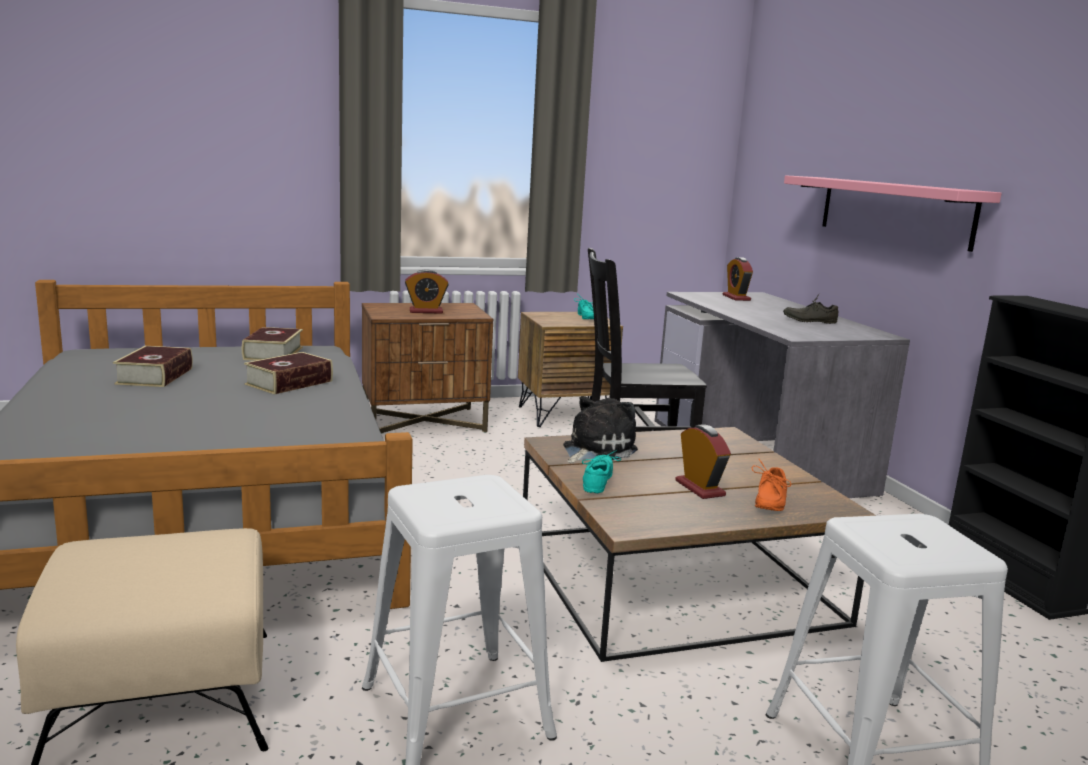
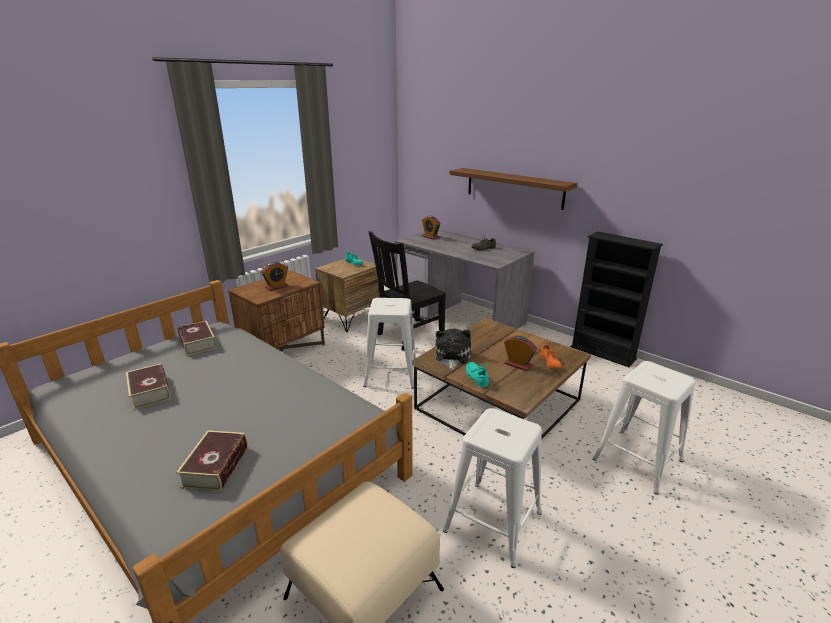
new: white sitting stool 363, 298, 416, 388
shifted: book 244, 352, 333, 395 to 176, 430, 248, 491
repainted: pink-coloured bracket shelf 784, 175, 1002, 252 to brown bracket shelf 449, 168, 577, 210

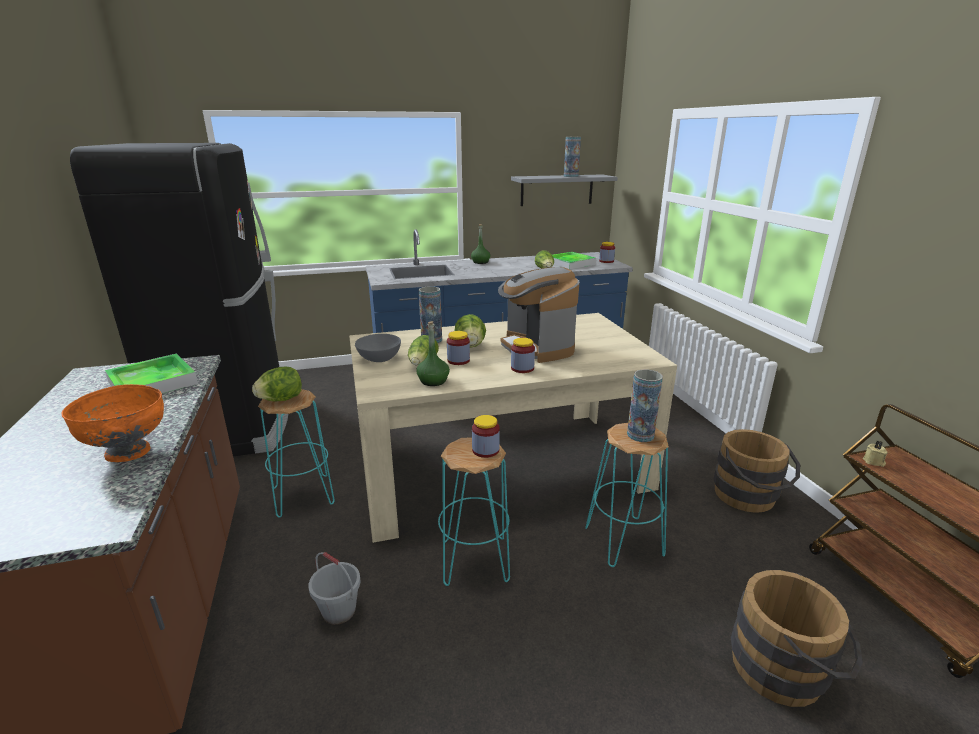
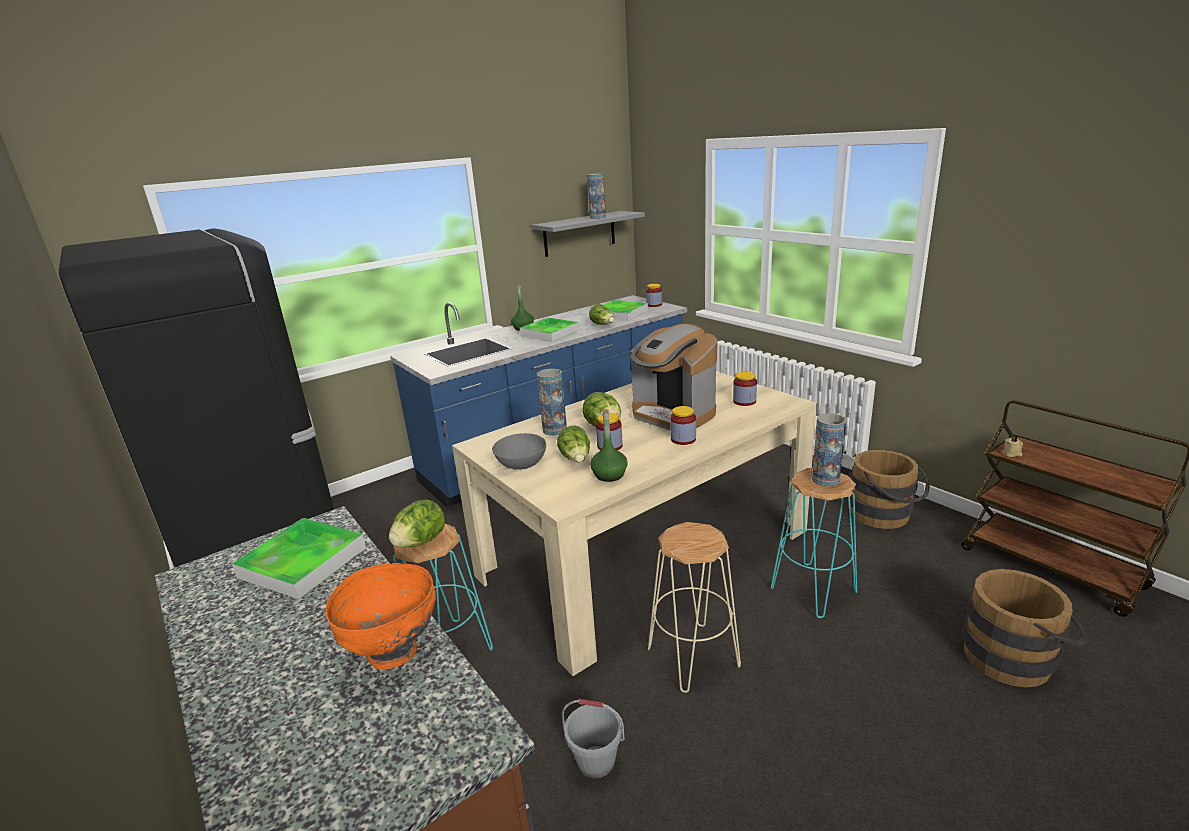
new: carrying tray 520, 317, 580, 342
shifted: preserve jar 472, 415, 500, 458 to 733, 372, 757, 406
repainted: blue-green sitting stool 438, 437, 510, 586 to beige-coloured sitting stool 648, 522, 741, 693

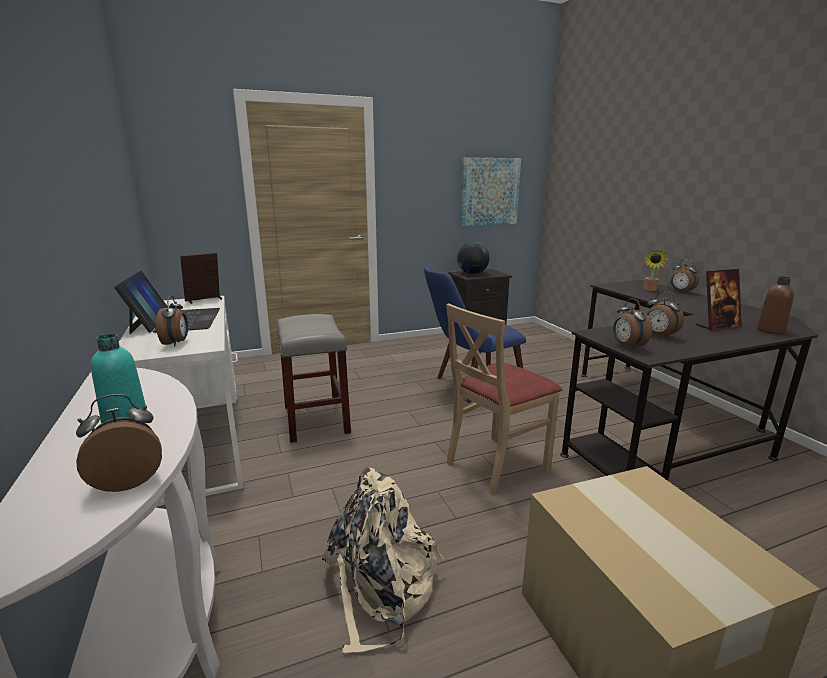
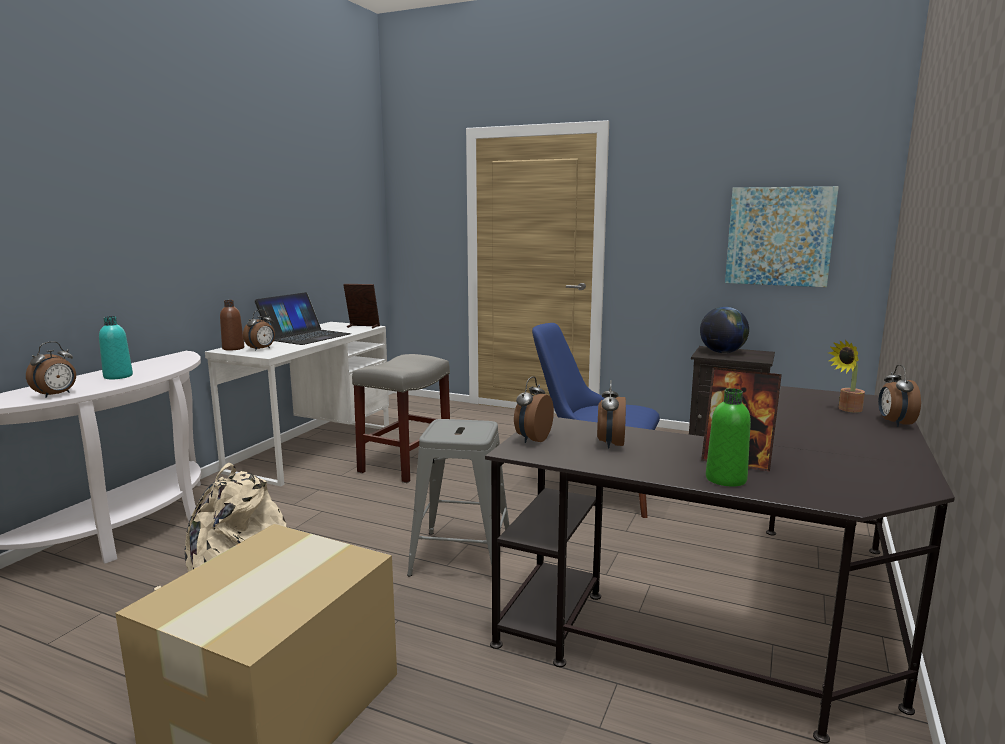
new: green-coloured beverage bottle 706, 388, 751, 487
shifted: brown beverage bottle 757, 276, 794, 334 to 220, 300, 244, 351
swapped: beige-coloured chair 446, 303, 563, 496 to gray sitting stool 407, 419, 509, 577
rotated: table clock 76, 394, 162, 492 = 26, 341, 76, 398 105 degrees clockwise

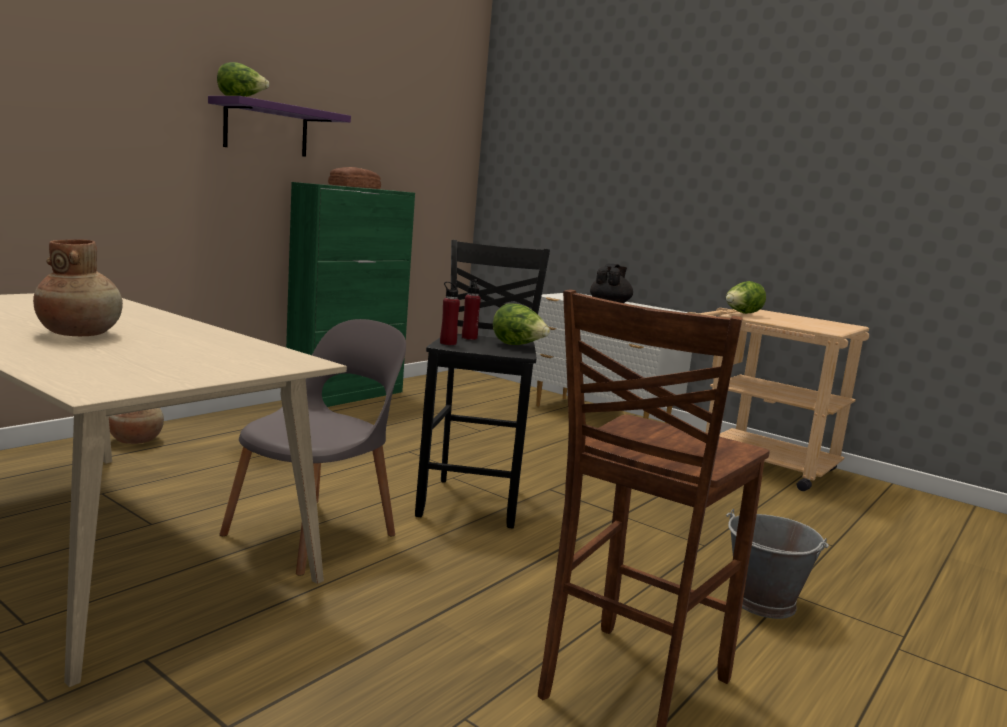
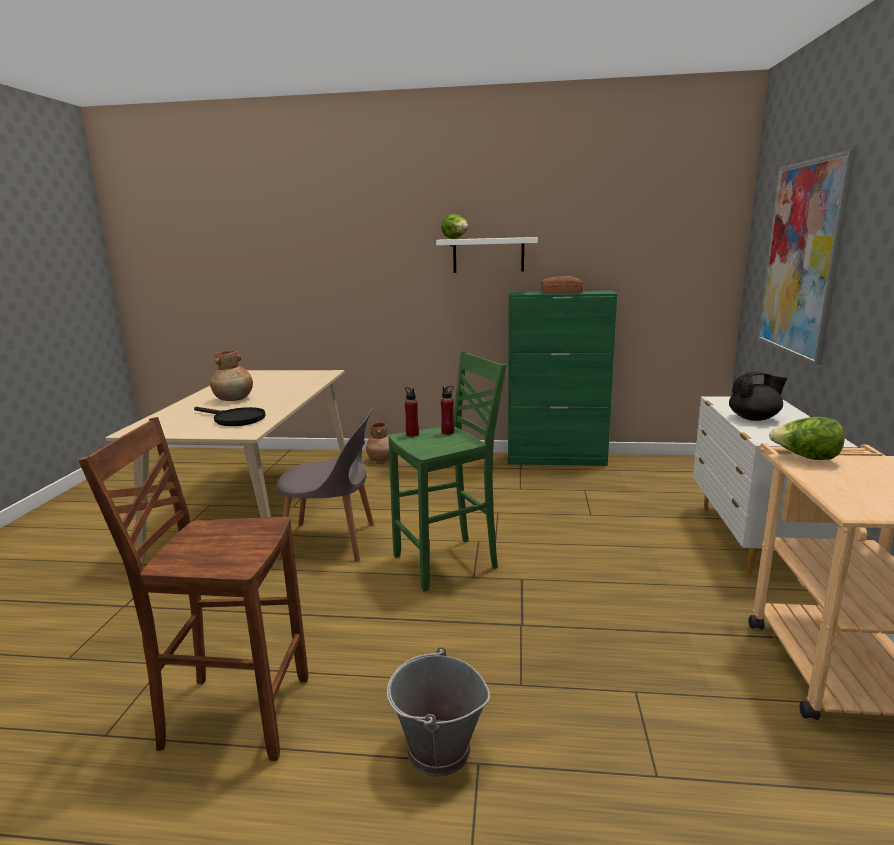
gone: head of lettuce 493, 303, 550, 345
new: blackish frying pan 194, 407, 265, 426; wall picture 758, 150, 855, 366
repainted: purple bracket shelf 208, 96, 351, 157 to white bracket shelf 436, 237, 538, 273; blackish sitting stool 415, 240, 550, 529 to green-coloured sitting stool 388, 351, 507, 591

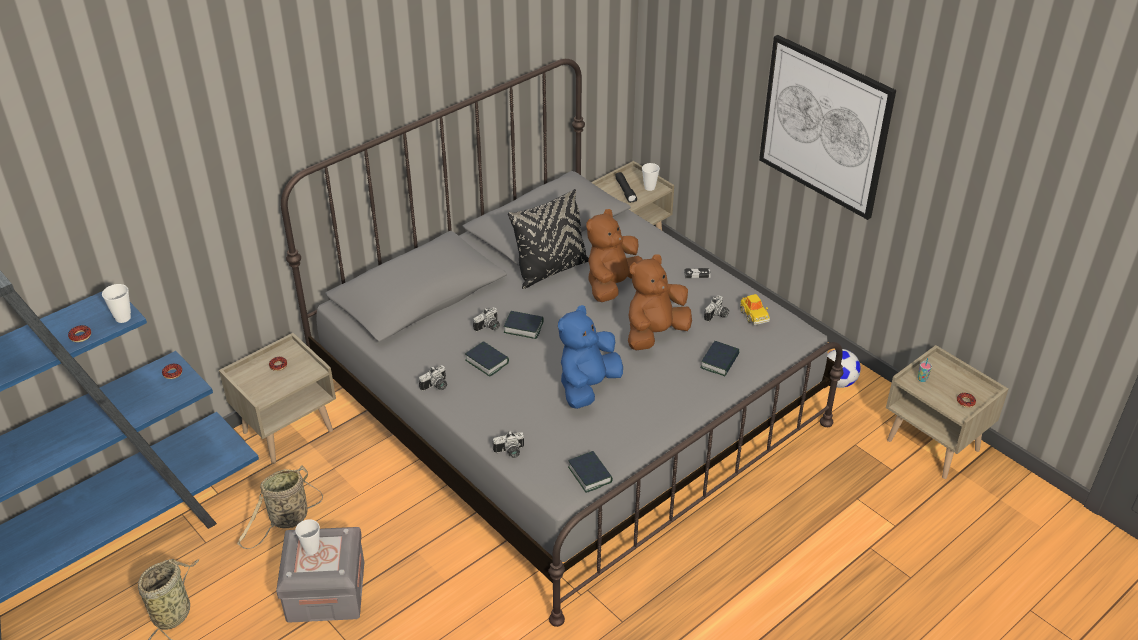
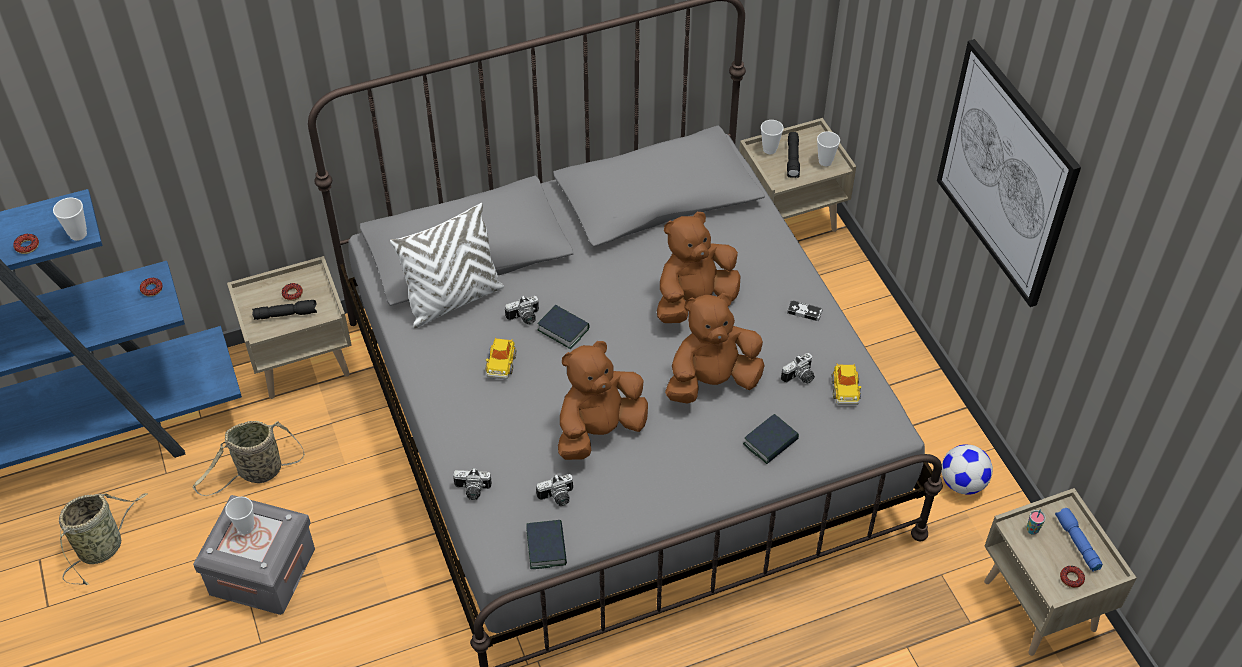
gone: blackish pillow 508, 189, 589, 289
new: blackish torch 252, 300, 317, 320; white pillow 390, 203, 504, 328; cup 761, 120, 784, 154; bluish torch 1055, 508, 1103, 572
shifted: still camera 419, 365, 447, 391 to 536, 474, 573, 506
swapped: book 465, 341, 509, 377 to toy car 486, 337, 517, 379
repainted: bluish soft toy 558, 305, 623, 409 to brown soft toy 558, 341, 648, 460

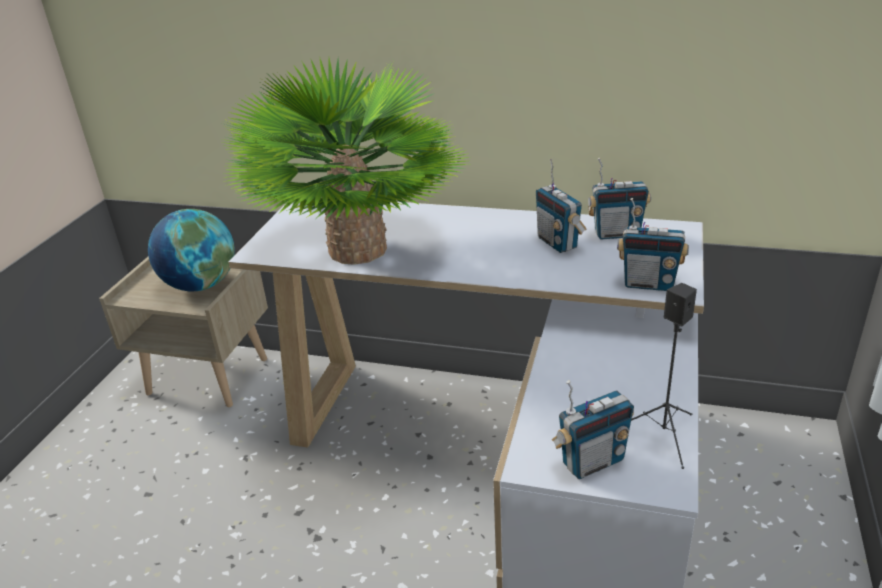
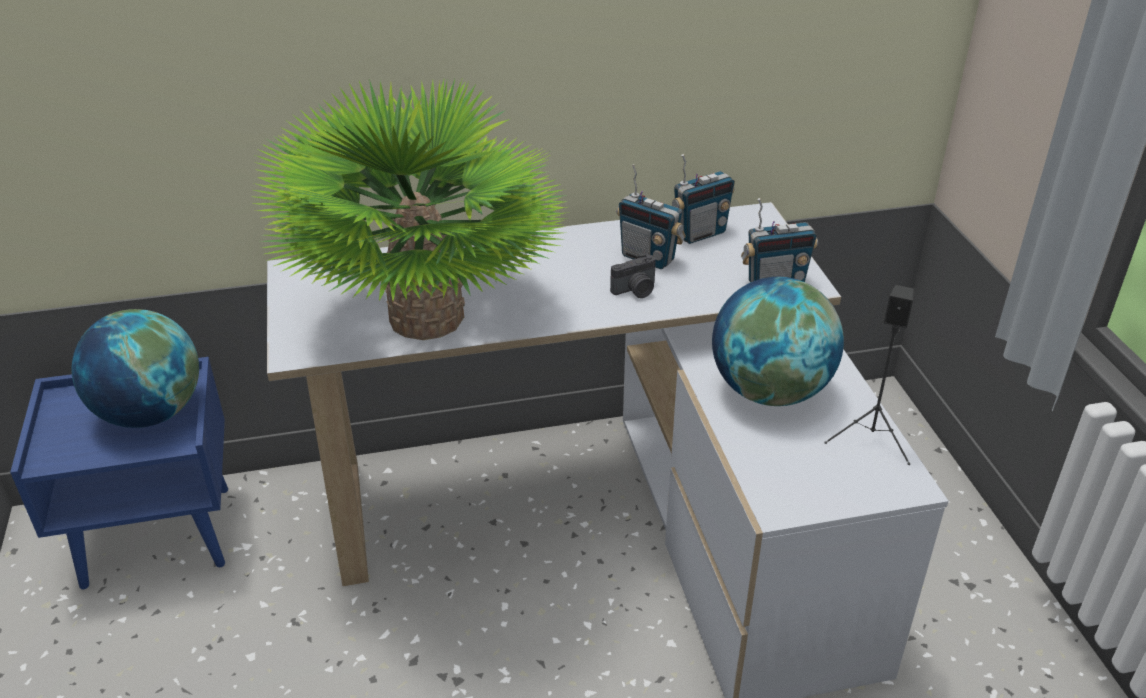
gone: radio receiver 552, 380, 634, 479
new: still camera 610, 254, 656, 298; desk globe 712, 277, 844, 406
repainted: beige-coloured night table 99, 257, 268, 407 to bluish night table 10, 357, 228, 589

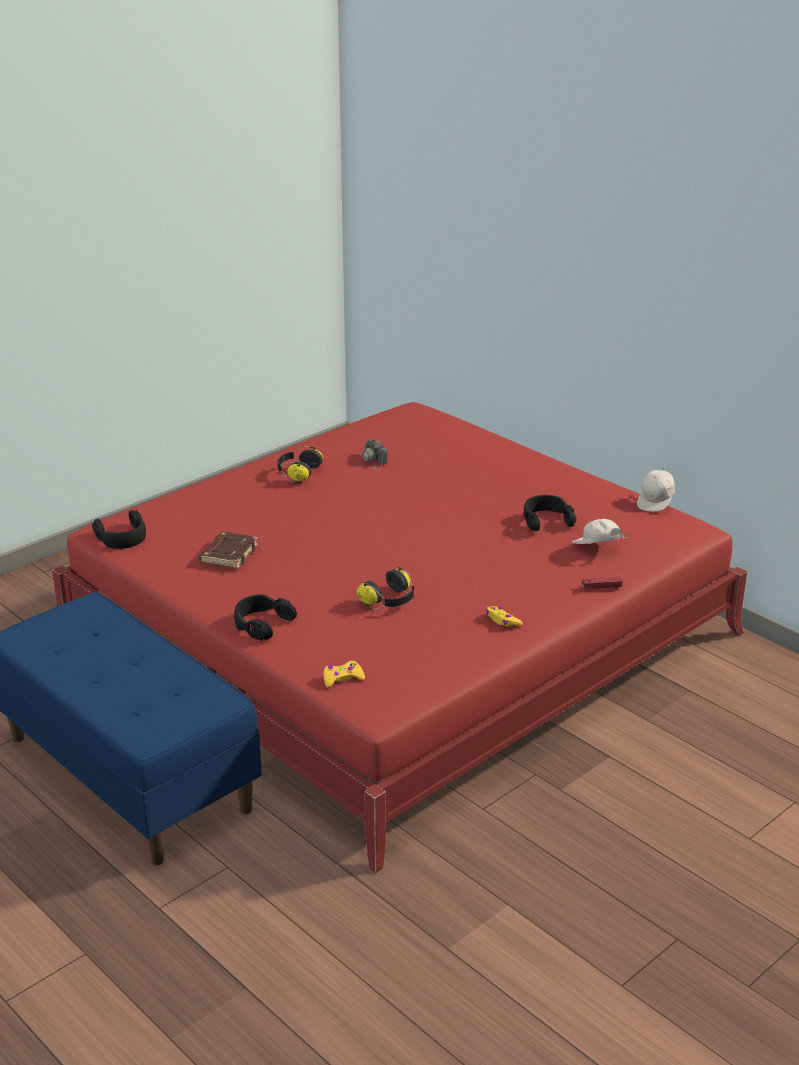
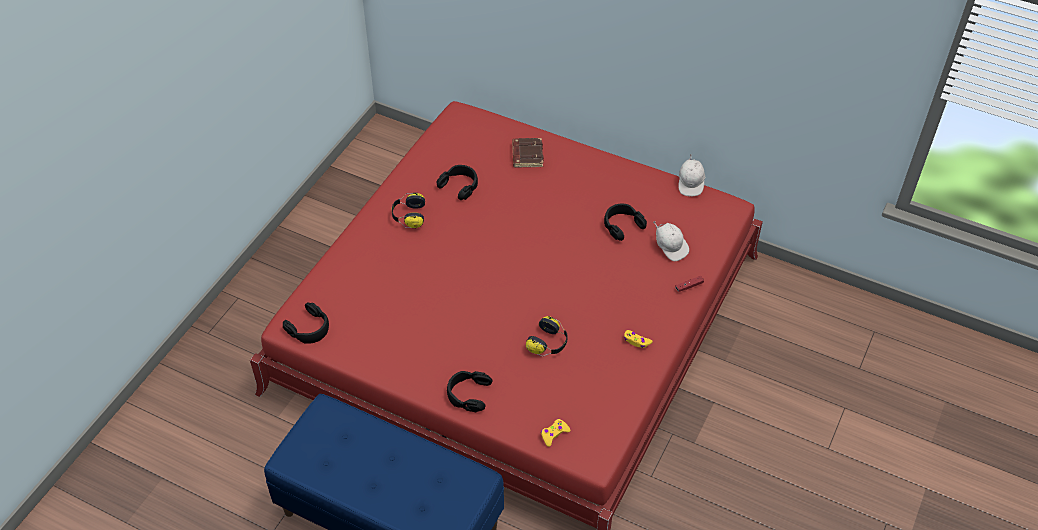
shifted: brown book 199, 532, 258, 569 to 512, 138, 544, 168
swapped: still camera 360, 440, 388, 470 to blackish headphones 437, 165, 478, 200
rotated: white cap 572, 519, 629, 544 = 653, 221, 689, 261 150 degrees counterclockwise

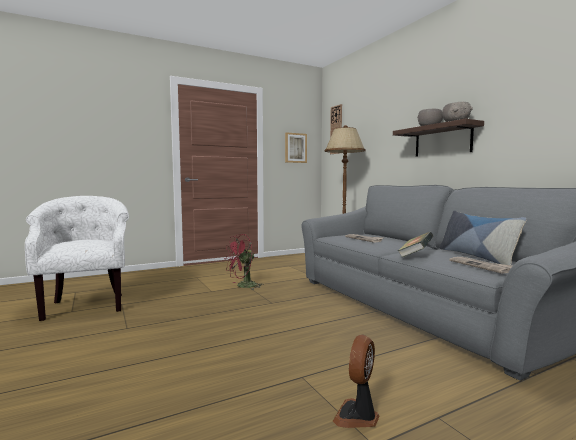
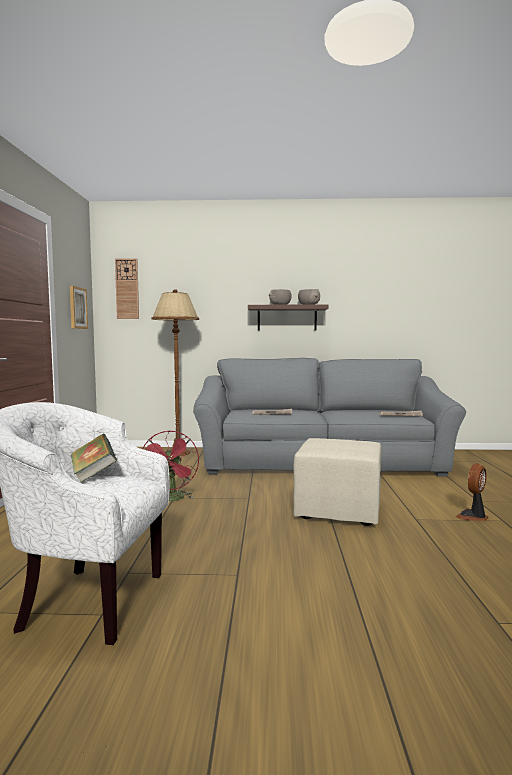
gone: pillow 439, 210, 527, 265
new: beige-coloured ottoman 293, 438, 381, 526
shifted: book 398, 232, 434, 258 to 71, 434, 117, 483
rotated: cooling fan 332, 335, 379, 428 = 456, 463, 488, 521 75 degrees clockwise

